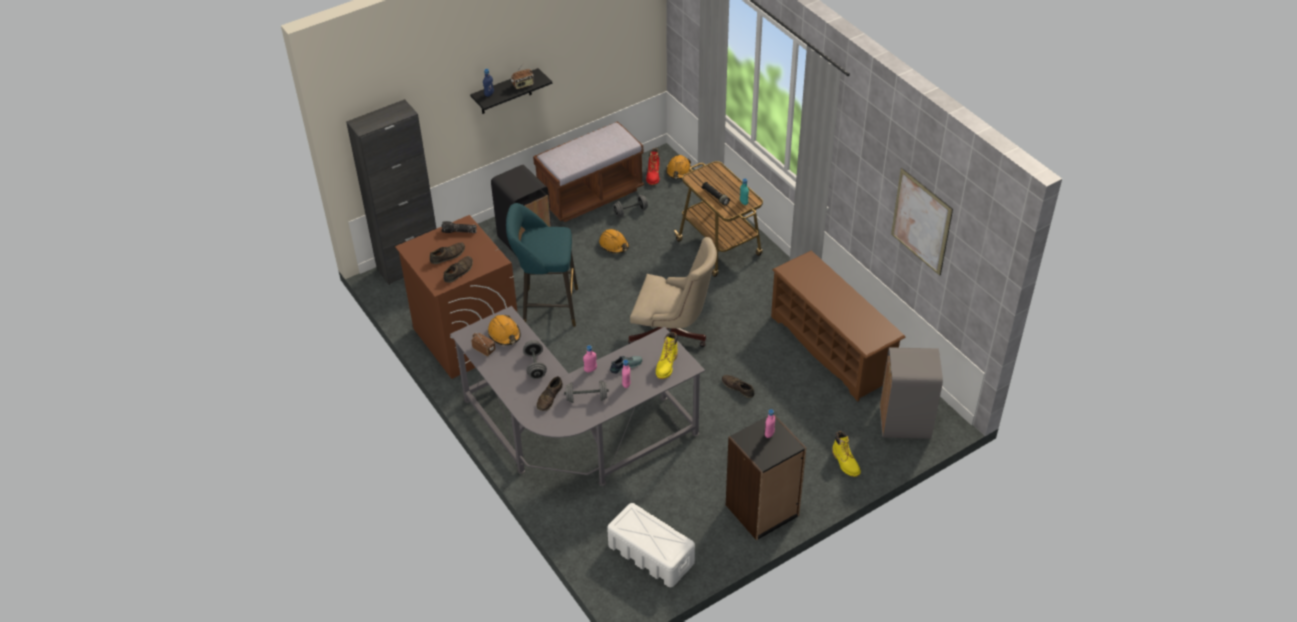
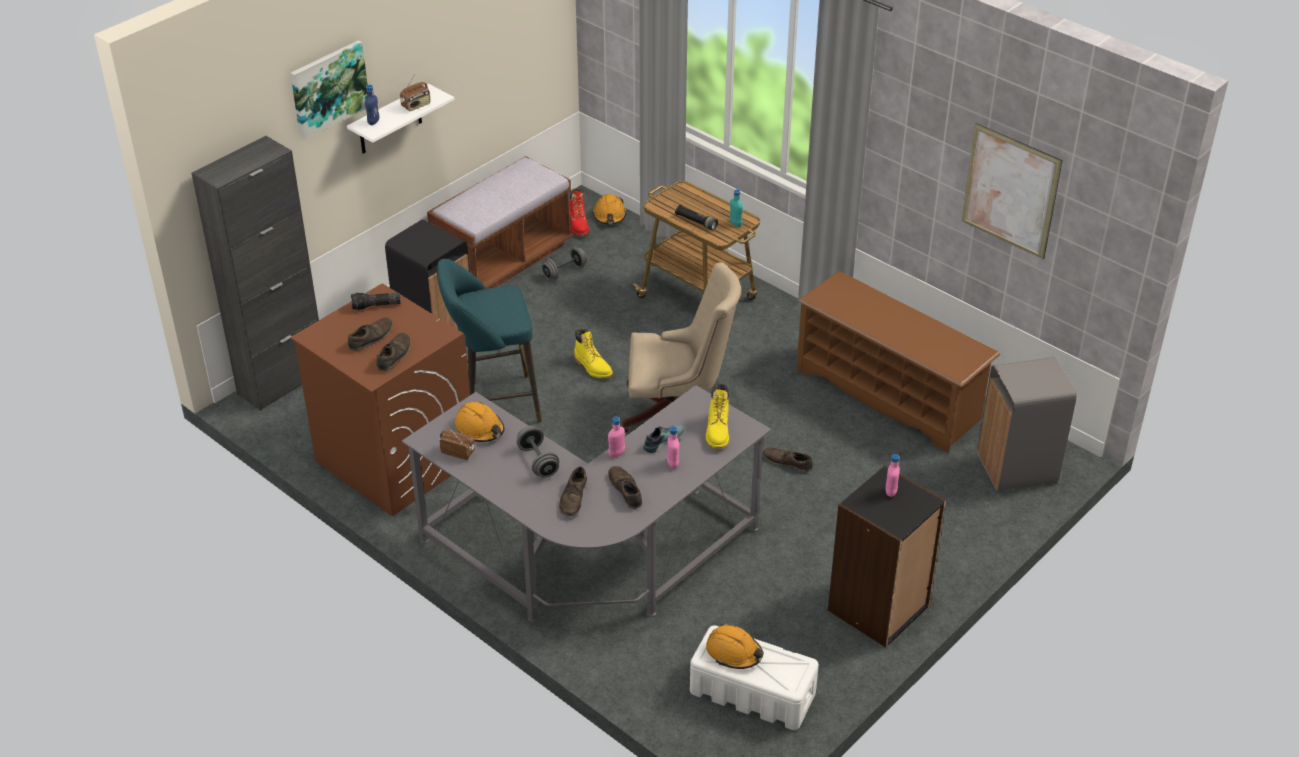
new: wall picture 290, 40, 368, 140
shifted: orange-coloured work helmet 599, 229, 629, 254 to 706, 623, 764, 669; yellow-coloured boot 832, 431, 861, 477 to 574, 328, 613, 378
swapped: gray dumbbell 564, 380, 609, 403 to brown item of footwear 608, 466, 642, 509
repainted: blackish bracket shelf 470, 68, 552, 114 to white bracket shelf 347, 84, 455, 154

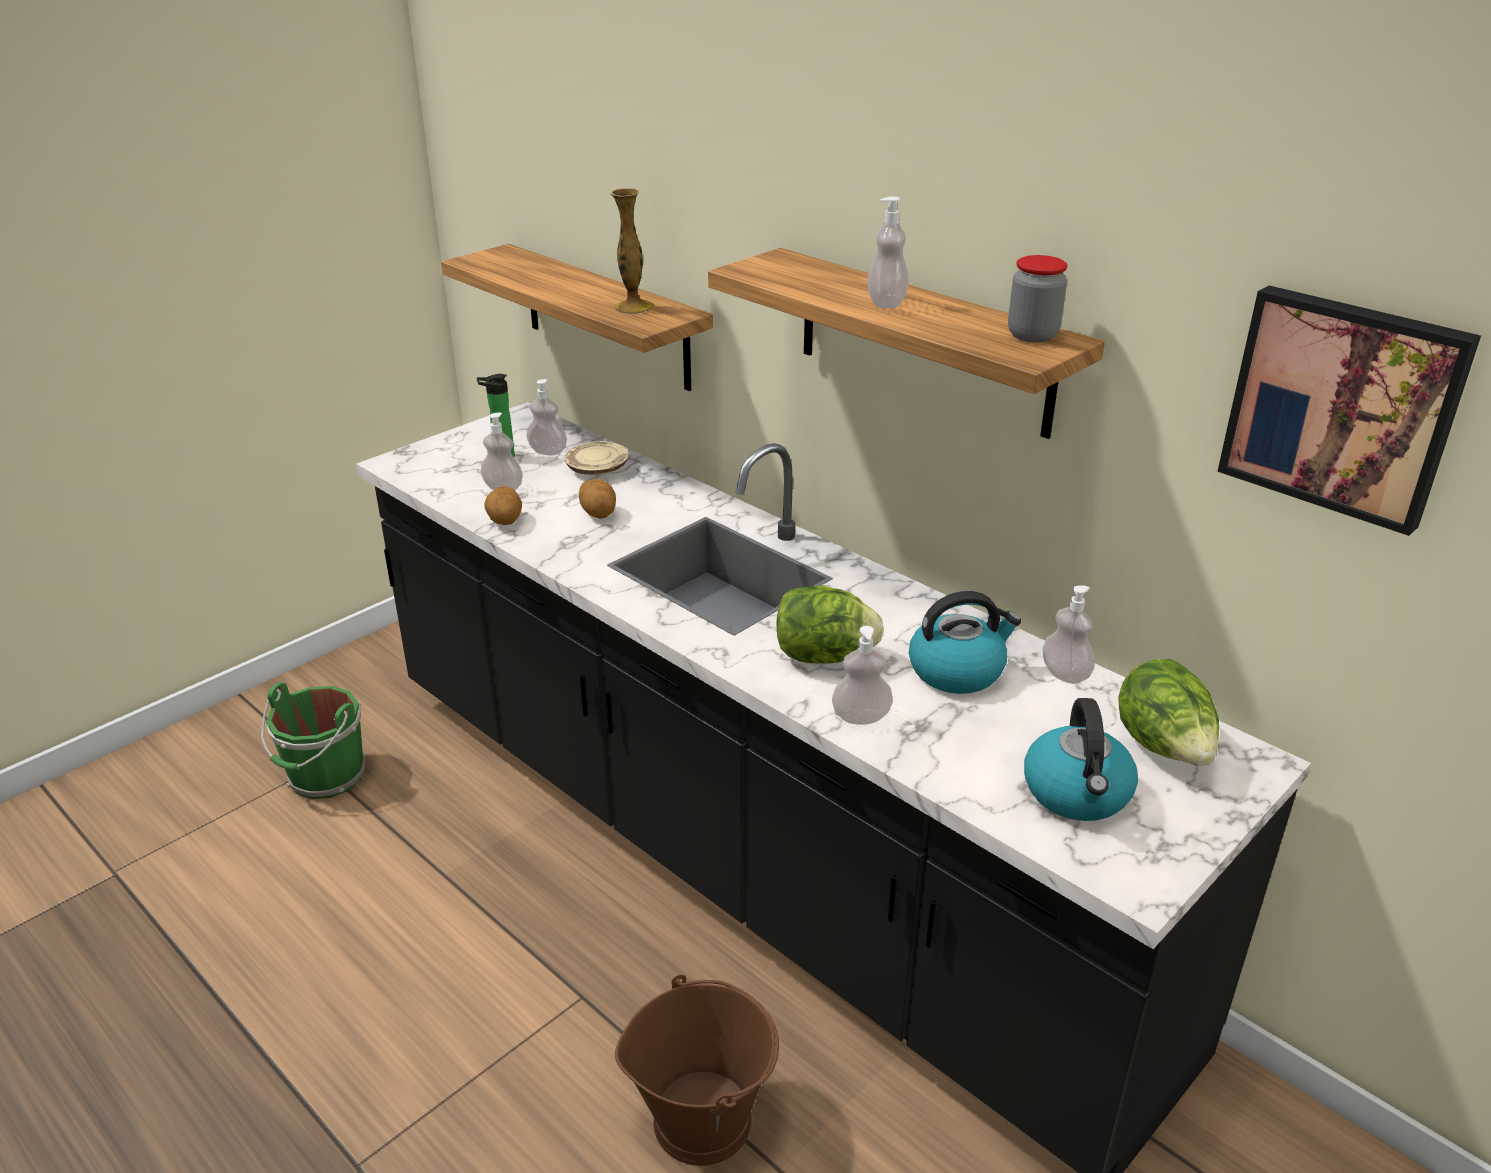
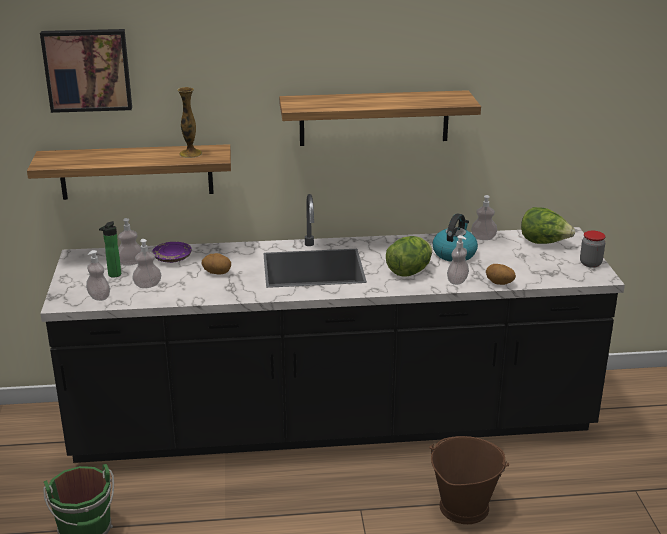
gone: kettle 1024, 698, 1138, 821
shifted: spud 484, 486, 522, 525 to 486, 264, 516, 285; soap bottle 867, 196, 909, 308 to 86, 250, 110, 301; preserve jar 1008, 255, 1067, 343 to 580, 231, 606, 268; wall picture 1217, 286, 1481, 536 to 40, 29, 132, 113
repainted: beige-coloured plate 564, 441, 629, 476 to purple plate 152, 242, 192, 263

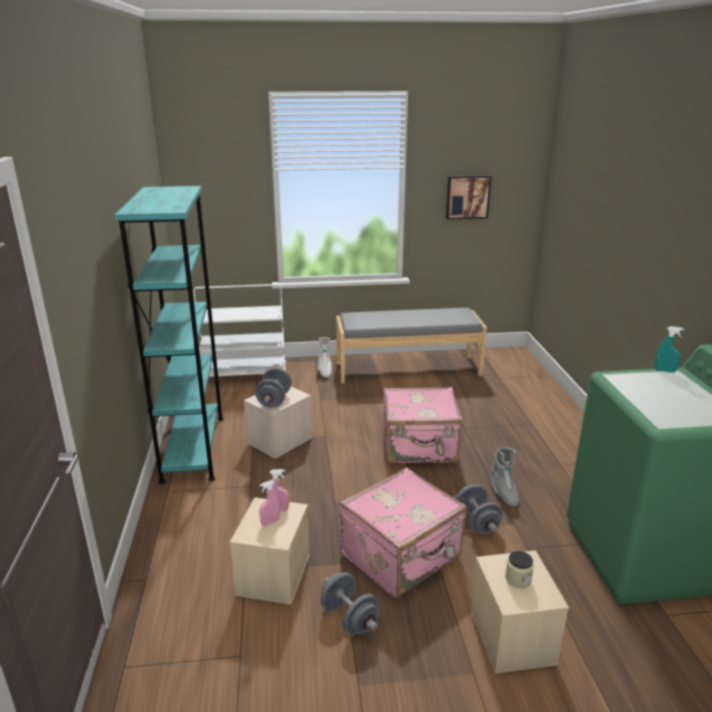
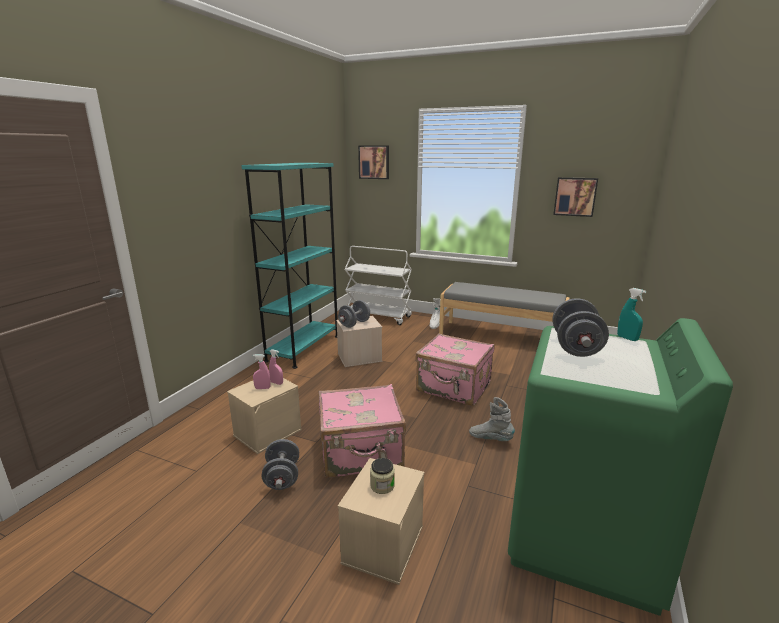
new: wall picture 358, 145, 389, 179
shifted: gray dumbbell 456, 484, 503, 534 to 553, 298, 609, 357
rotated: gray boot 490, 447, 519, 507 = 469, 397, 515, 441 105 degrees clockwise

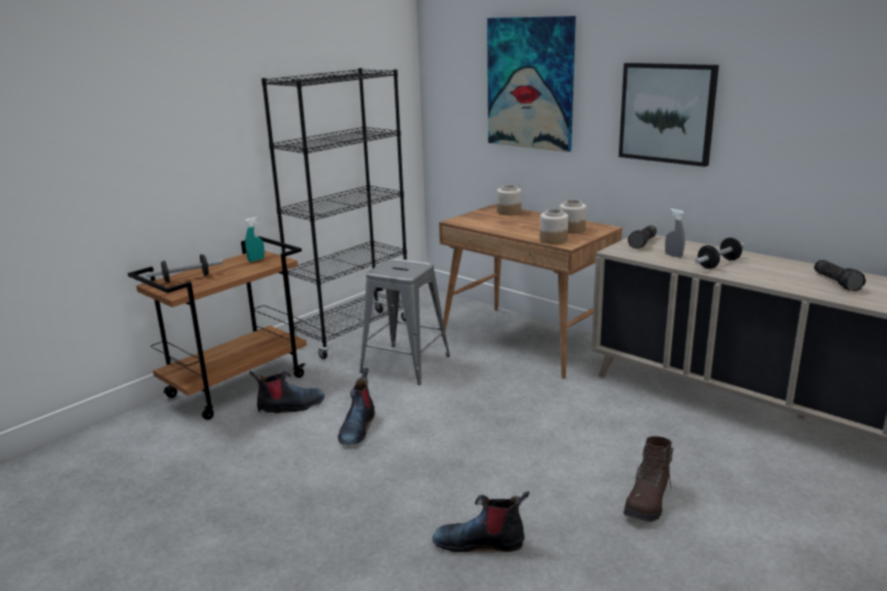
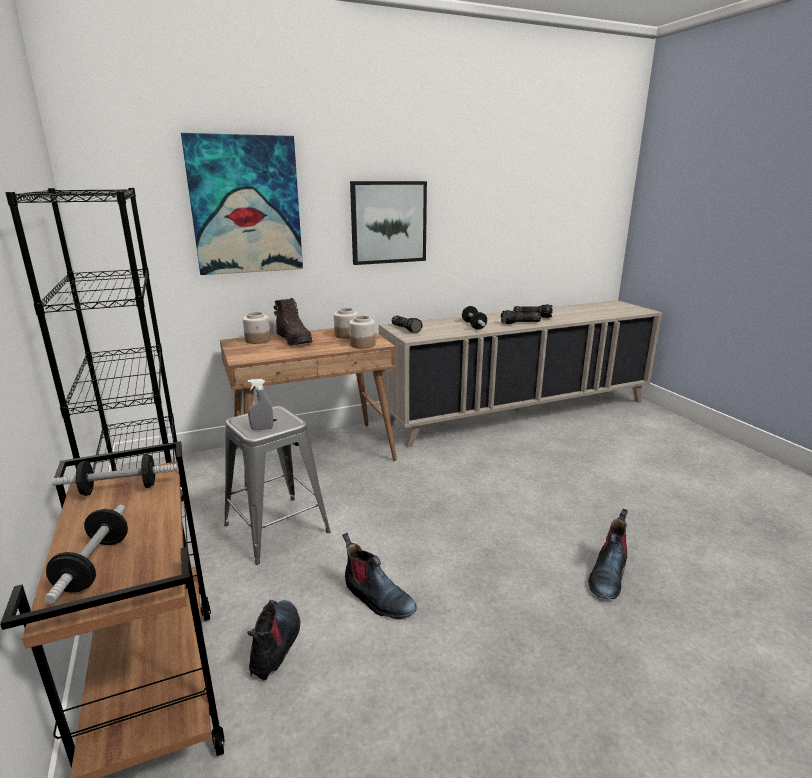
new: torch 501, 310, 541, 324
shifted: brown boot 623, 436, 674, 522 to 274, 298, 313, 346; gray sprayer 665, 209, 685, 258 to 248, 379, 273, 430
swapped: blue-green sprayer 245, 217, 265, 262 to dumbbell 52, 454, 178, 496

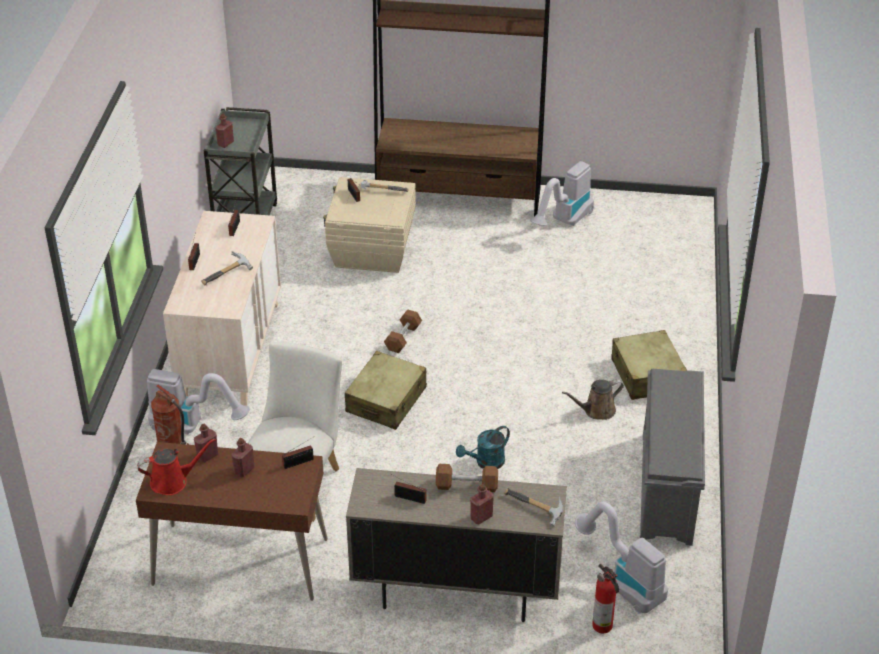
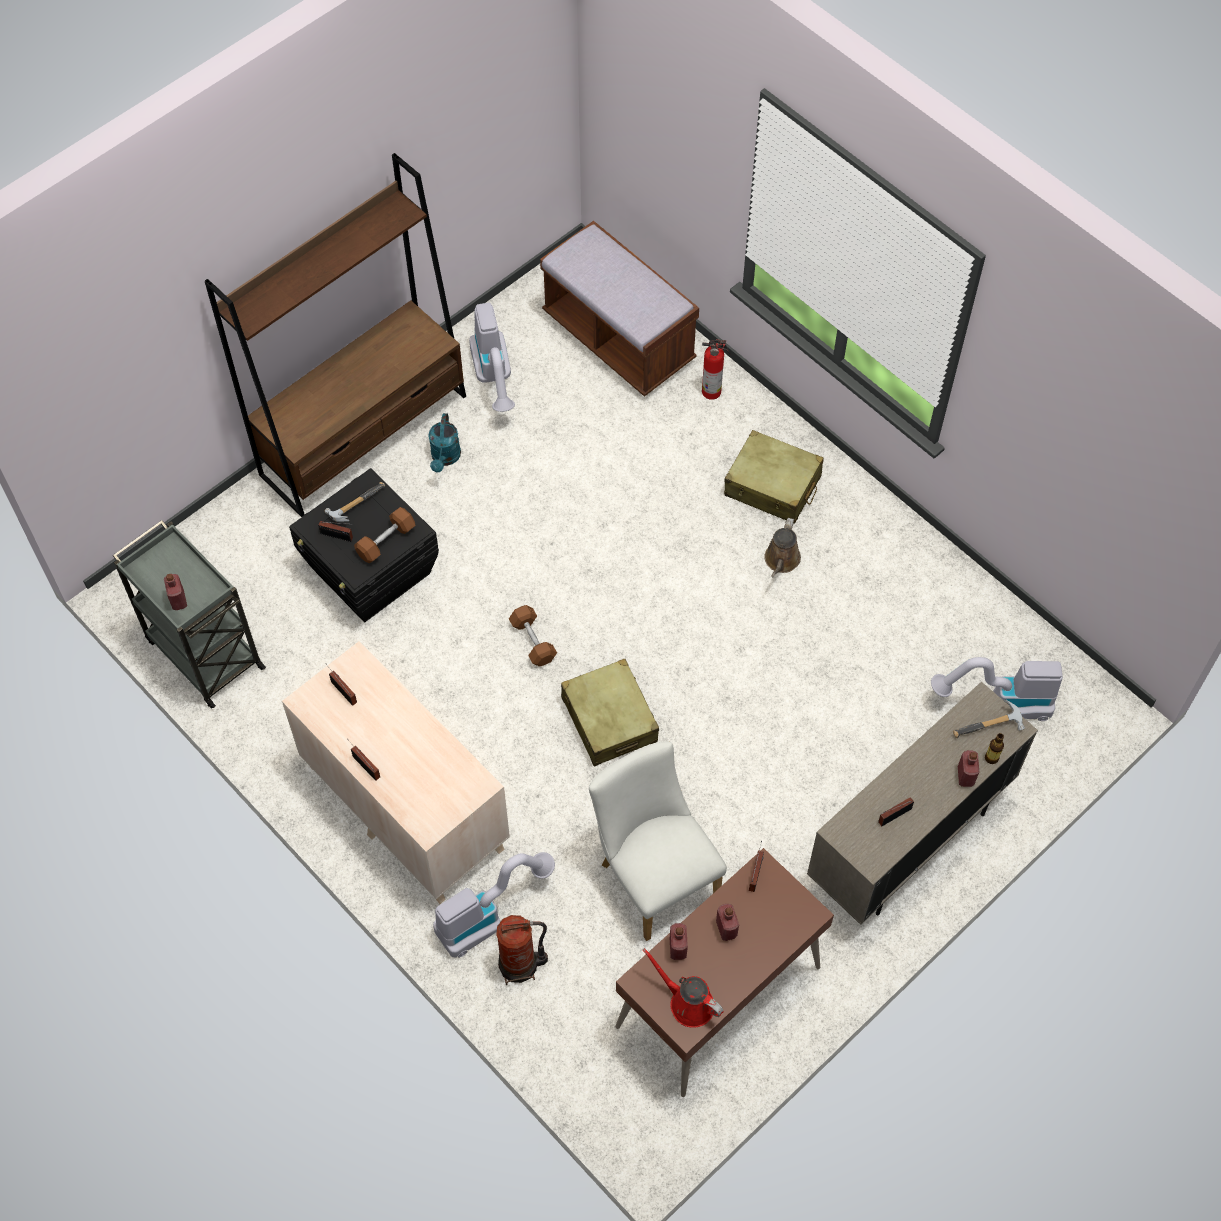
gone: tool hammer 201, 252, 253, 285; gray shoe stand 640, 369, 705, 546
new: brown long seat 540, 221, 699, 397; beverage bottle 985, 733, 1004, 764
shifted: brown dumbbell 436, 464, 498, 492 to 354, 507, 416, 563; blue-green sprinkling can 456, 426, 510, 469 to 428, 413, 461, 472; fire-fighting cylinder 592, 564, 619, 633 to 702, 339, 731, 400
repainted: beige-coloured storage bin 323, 177, 416, 273 to blackish storage bin 289, 468, 439, 622
rotated: reddish sprinkling can 137, 439, 216, 495 = 642, 948, 724, 1028 75 degrees counterclockwise

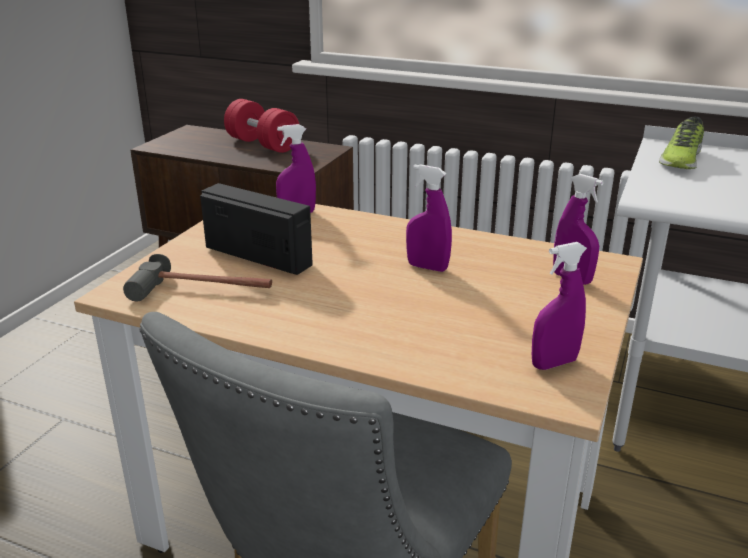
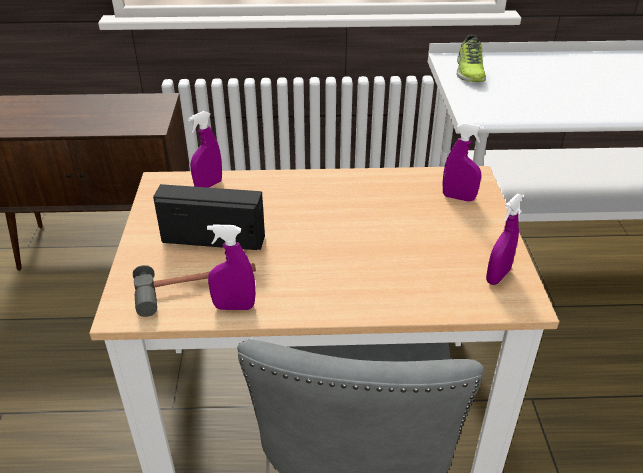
gone: reddish dumbbell 224, 99, 299, 153
shifted: purple sprayer 406, 164, 452, 272 to 207, 224, 255, 310

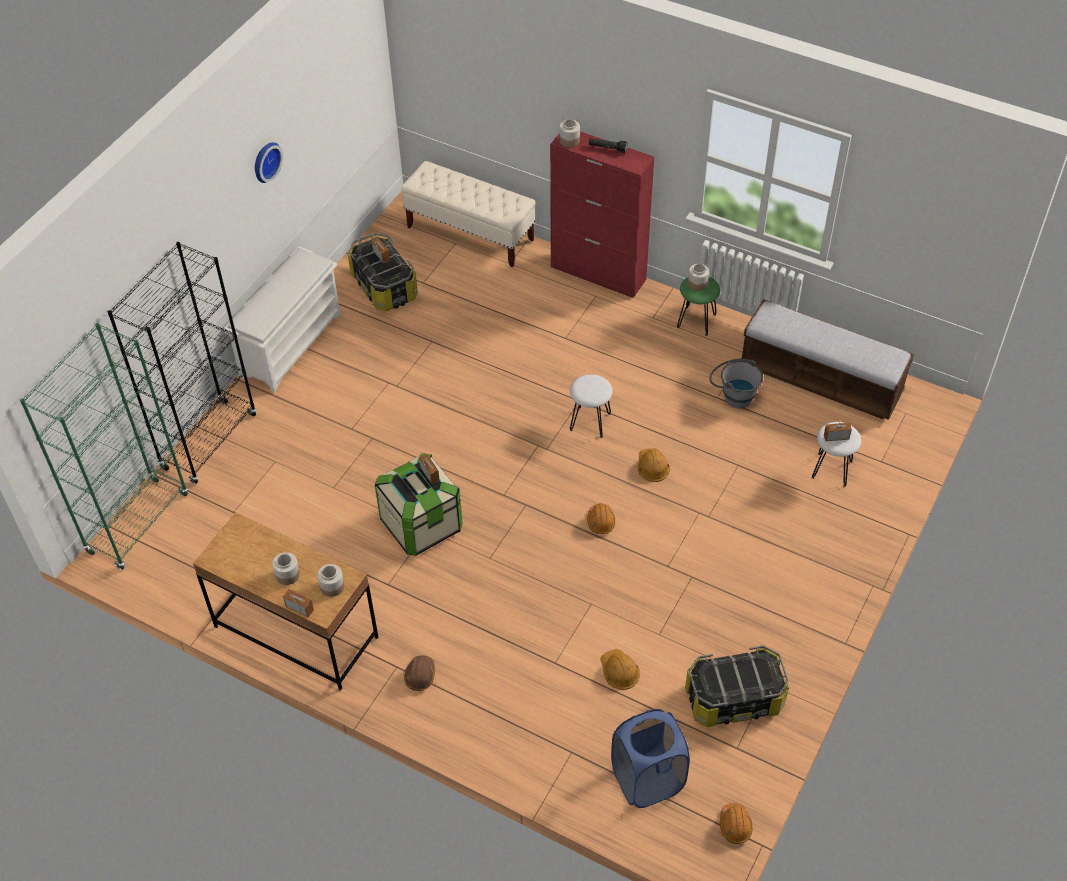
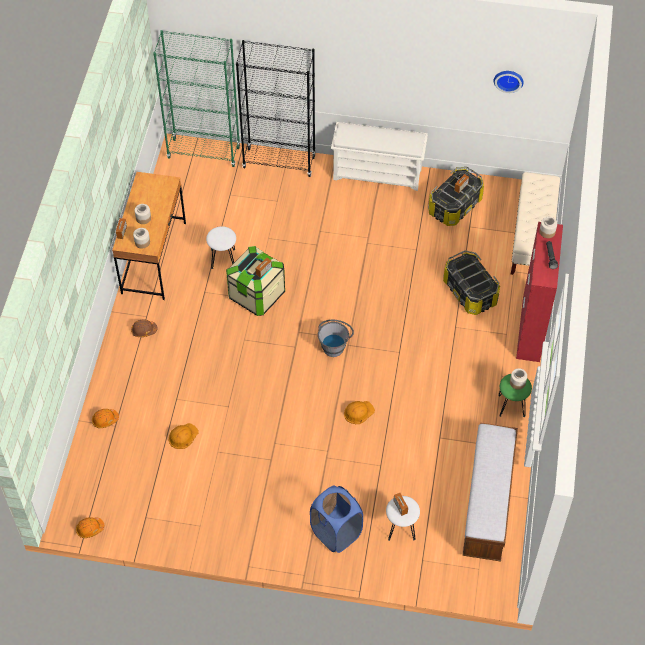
shifted: wall clock 255, 142, 283, 183 to 494, 71, 524, 93; white sitting stool 570, 375, 612, 438 to 206, 226, 236, 269; orange-coloured work helmet 587, 503, 615, 534 to 92, 409, 119, 428; bluish laundry basket 611, 709, 690, 808 to 310, 486, 363, 553; storage bin 685, 645, 789, 727 to 443, 250, 500, 315; gray bucket 709, 359, 763, 408 to 318, 320, 354, 357

